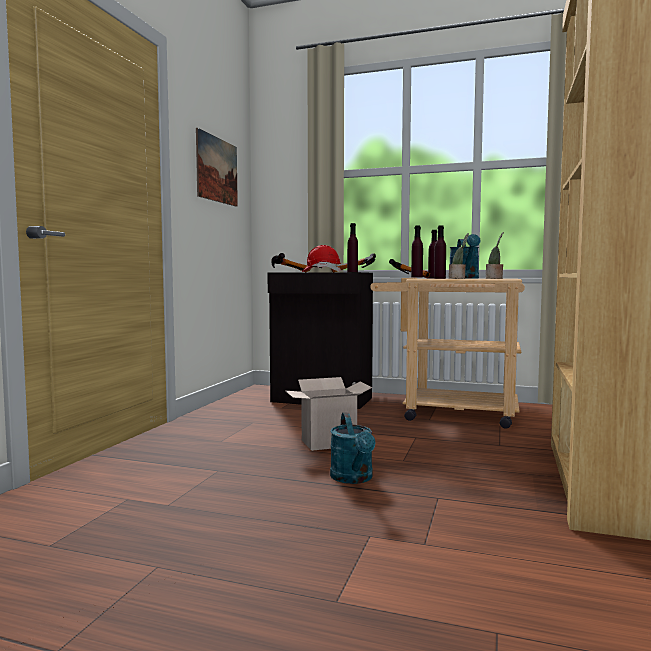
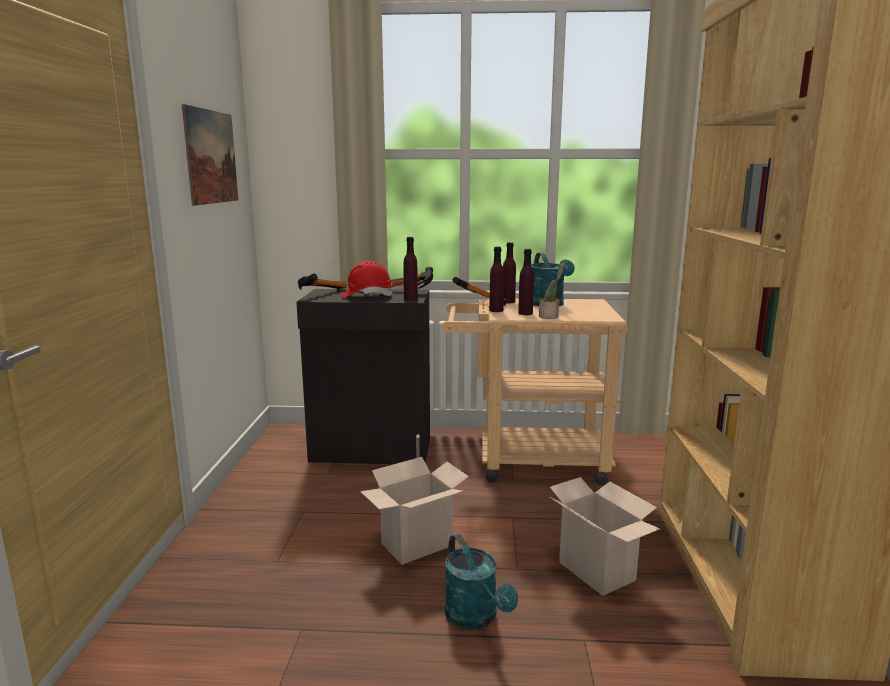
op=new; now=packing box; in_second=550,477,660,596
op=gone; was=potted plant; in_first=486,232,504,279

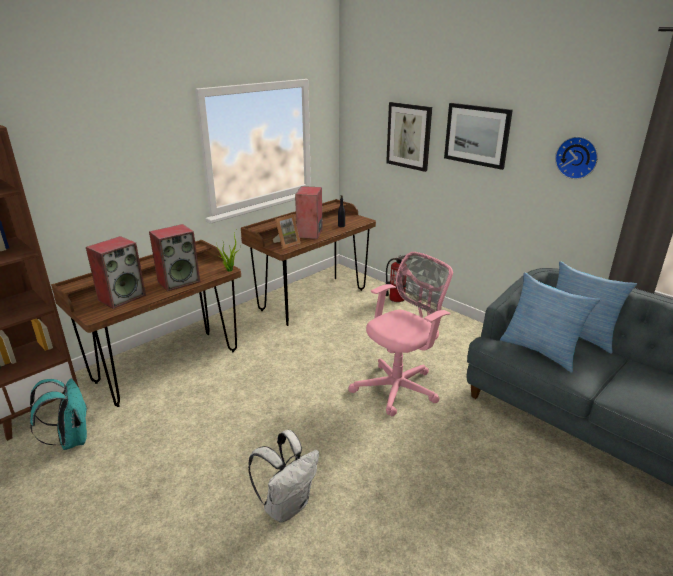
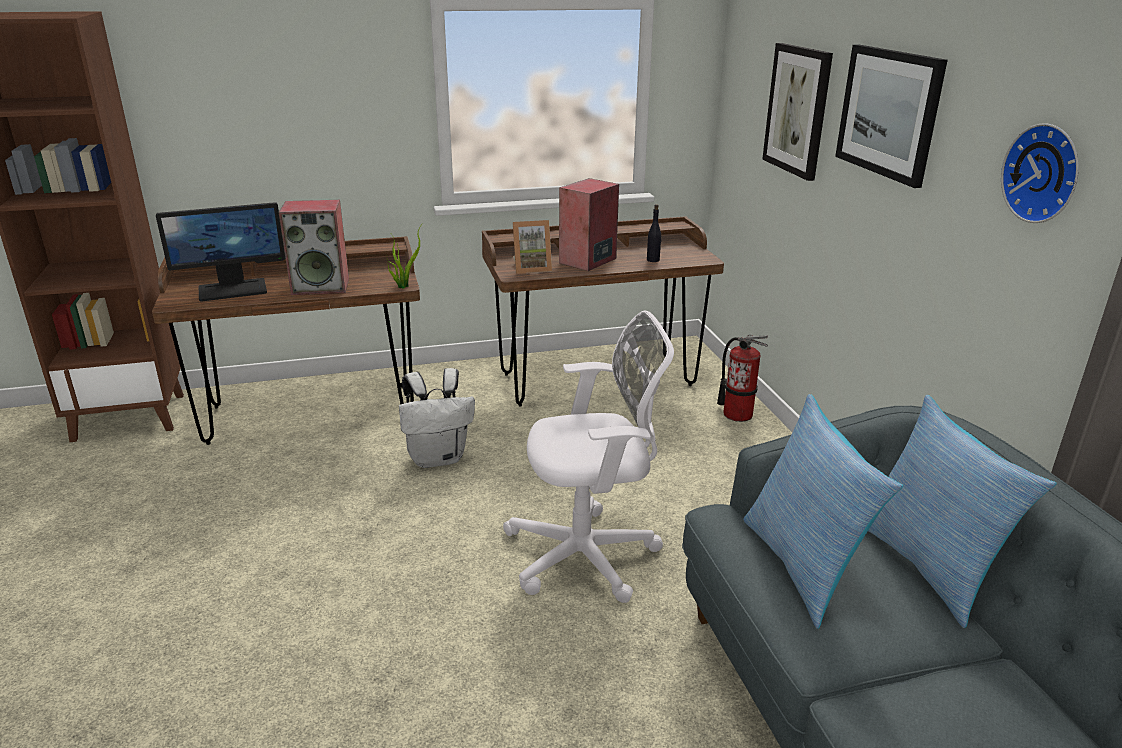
op=swapped; was=audio speaker; now=monitor; in_first=86,236,146,309; in_second=156,202,285,302
op=shifted; was=white-coloured rucksack; in_first=248,430,319,522; in_second=399,368,475,468
op=repainted; was=pink office chair; now=white-coloured office chair; in_first=348,252,453,416; in_second=503,311,674,603
op=gone; was=turquoise-coloured rucksack; in_first=30,379,88,450

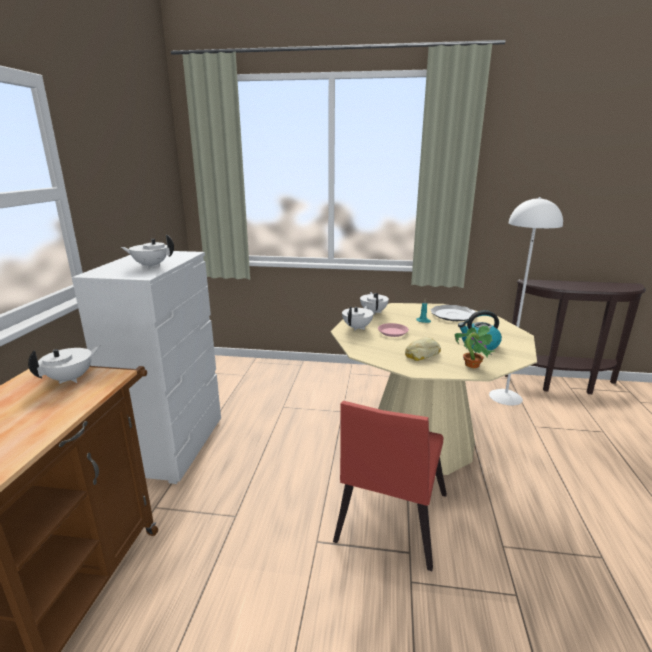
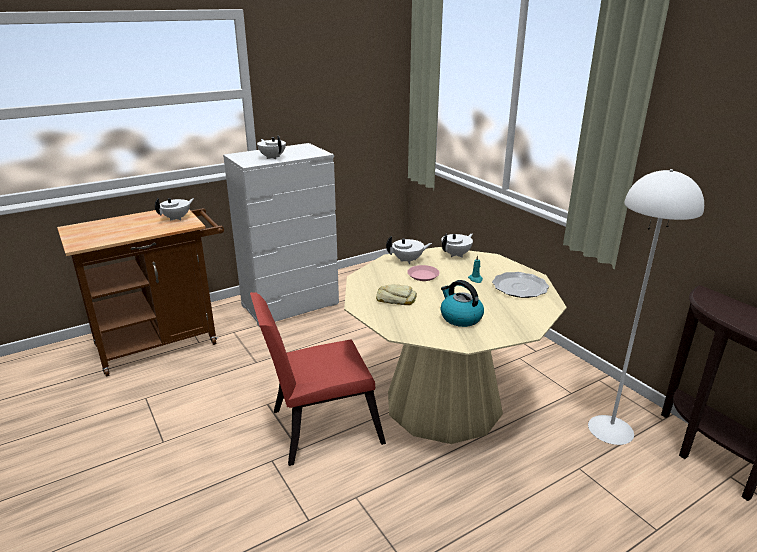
op=rotated; was=white-coloured teapot; in_first=28,345,101,384; in_second=155,198,194,221; clockwise=-45
op=gone; was=potted plant; in_first=455,326,494,368

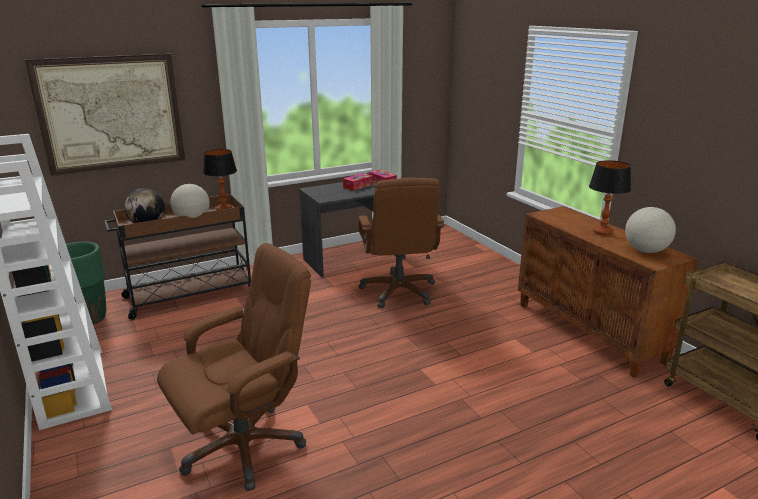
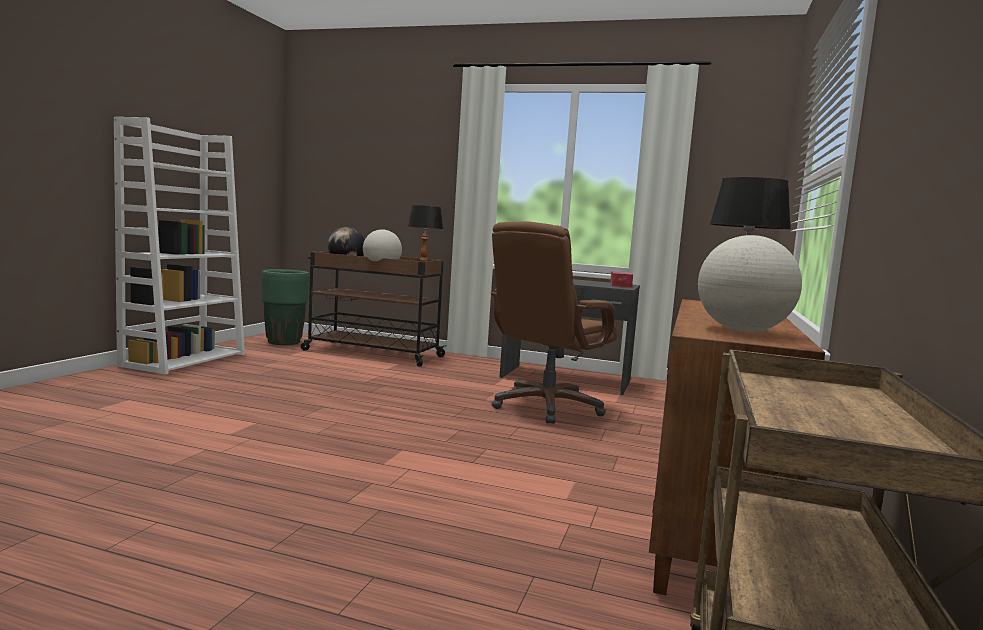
op=gone; was=picture; in_first=25,54,185,176
op=gone; was=brown office chair; in_first=157,243,311,491
op=gone; was=tissue box; in_first=343,173,373,191

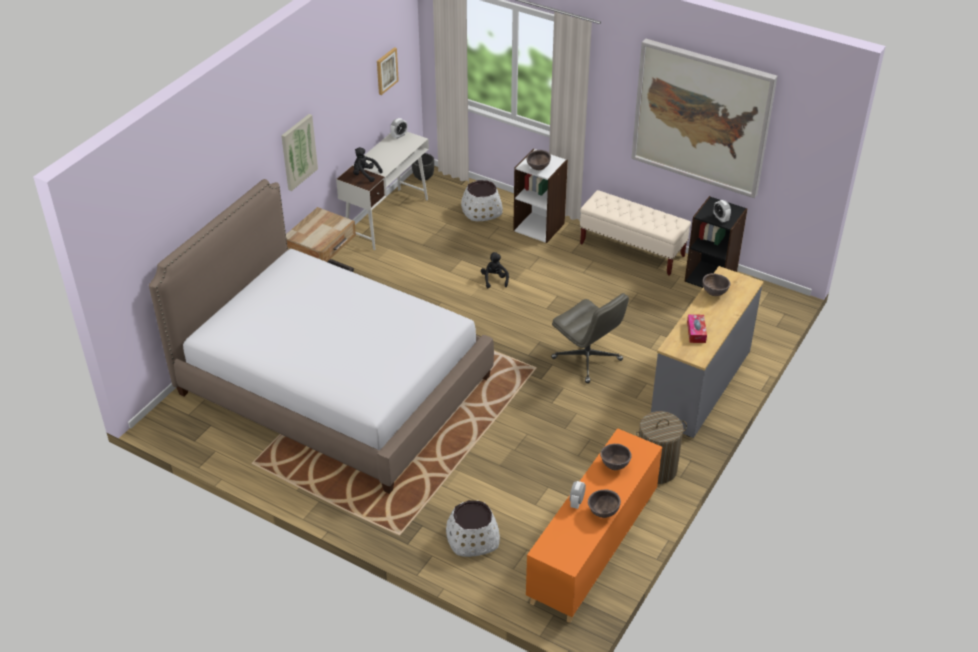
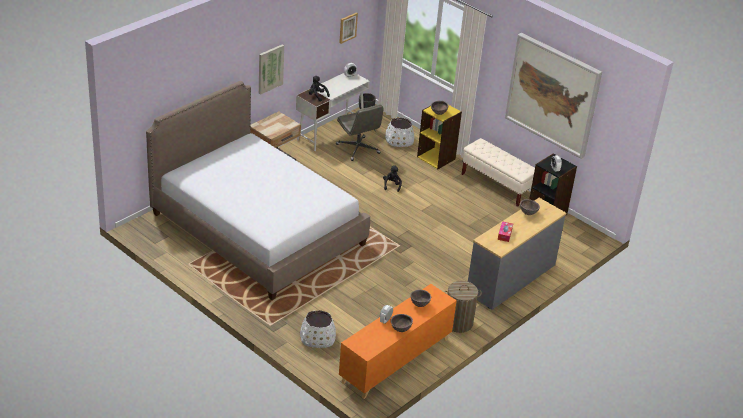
op=shifted; was=greyish office chair; in_first=551,293,629,383; in_second=336,104,384,161
op=repainted; was=white-coloured shelving unit; now=yellowish shelving unit; in_first=513,149,568,243; in_second=417,105,462,169

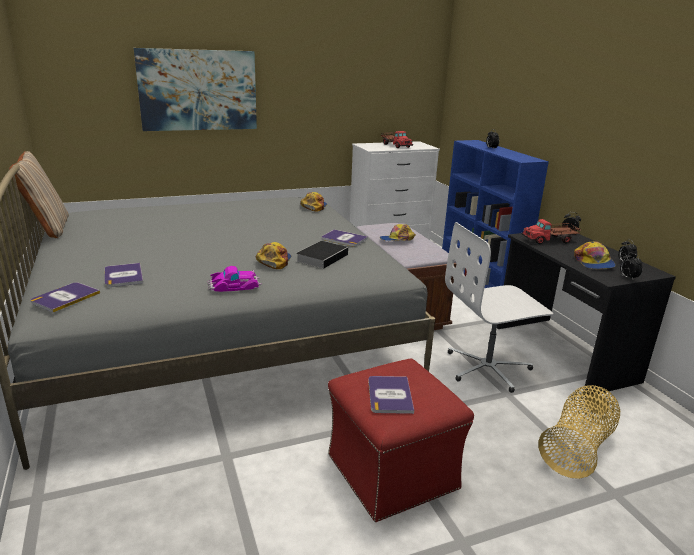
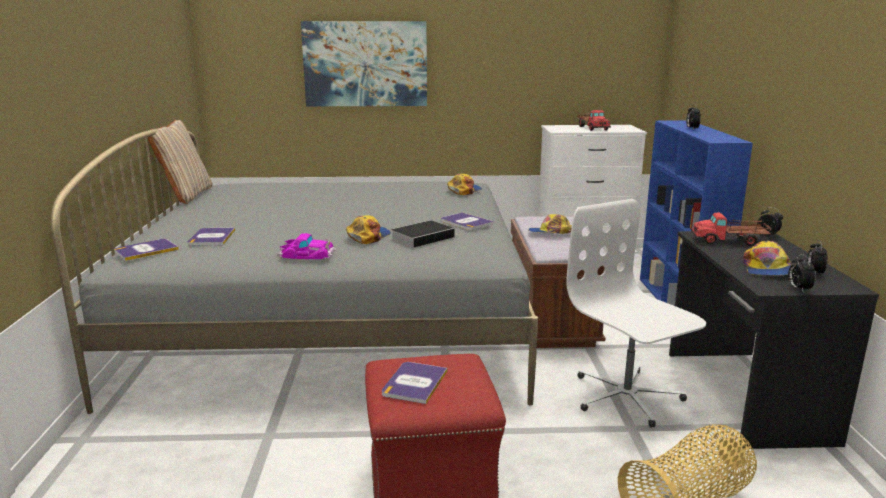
op=rotated; was=white-coloured office chair; in_first=445,222,553,393; in_second=566,199,706,428; clockwise=60

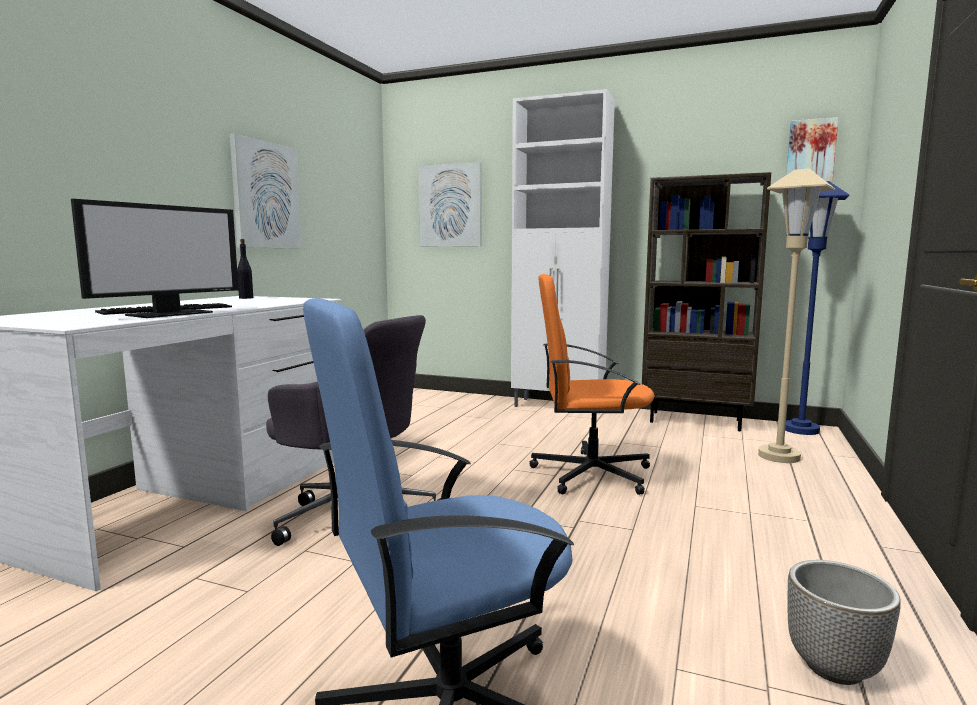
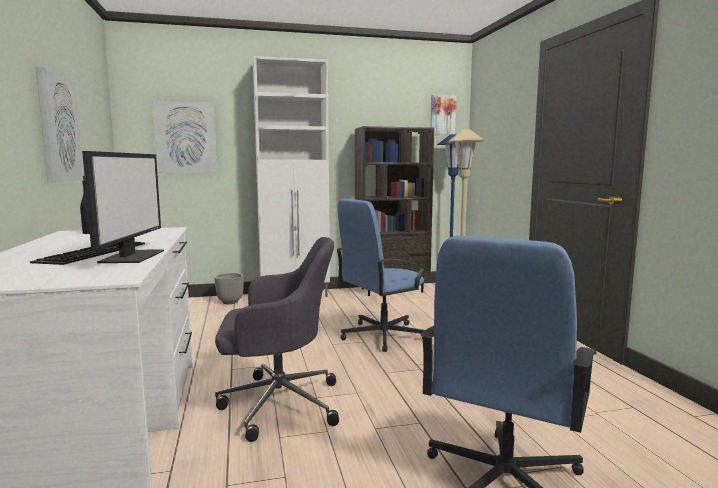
op=shifted; was=plant pot; in_first=787,560,901,685; in_second=215,273,244,304
op=repainted; was=orangey office chair; now=blue-coloured office chair; in_first=530,274,655,495; in_second=336,199,427,352

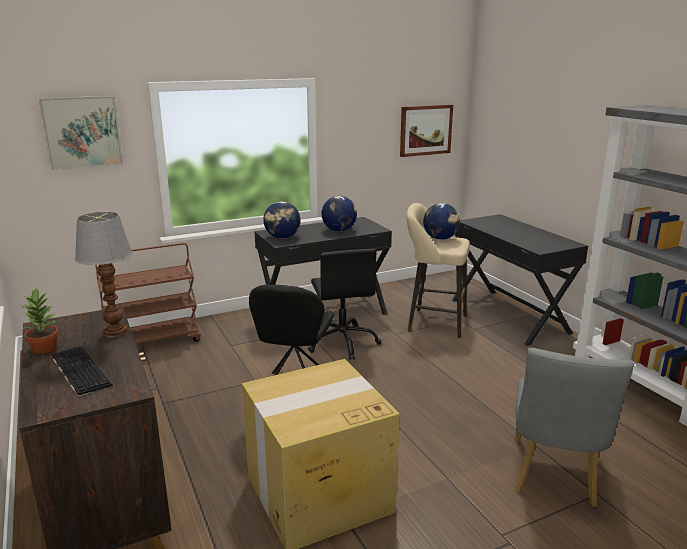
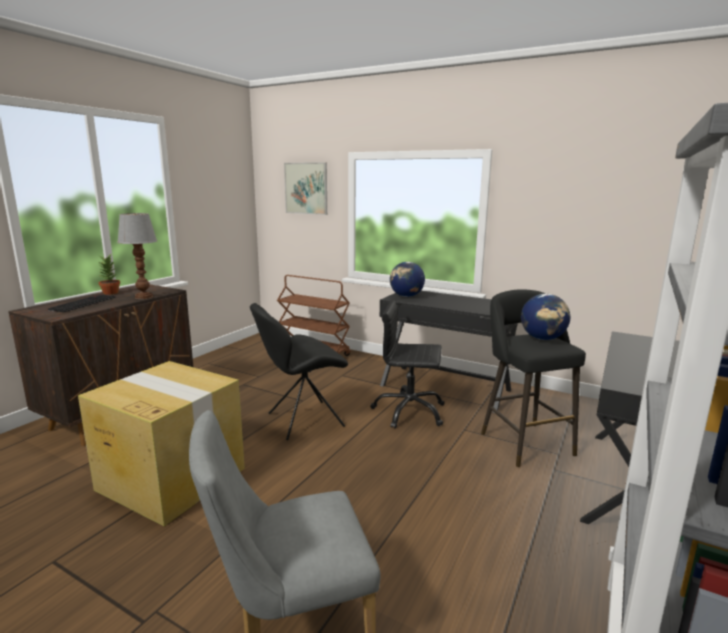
op=rotated; was=blackish office chair; in_first=308,249,381,360; in_second=370,300,445,429; clockwise=60
op=repainted; was=sand-coloured stool seat; now=blackish stool seat; in_first=407,203,470,338; in_second=481,289,586,467
op=gone; was=desk globe; in_first=321,196,357,232
op=gone; was=picture; in_first=400,105,453,157

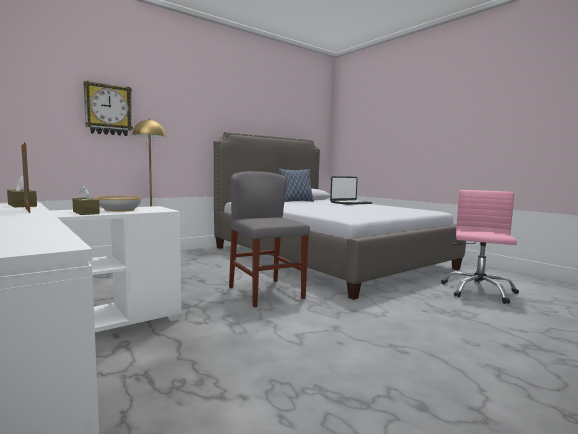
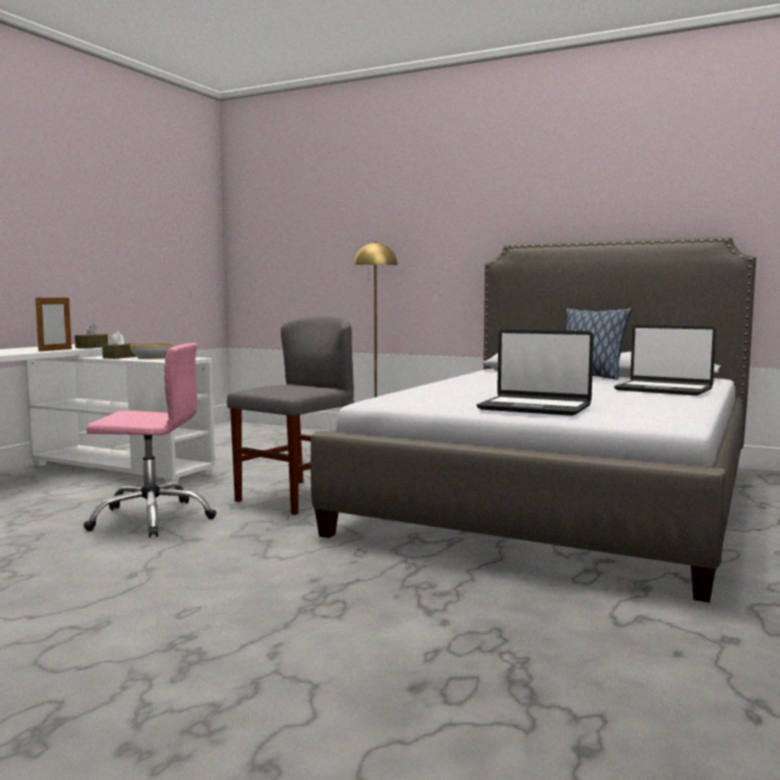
op=shifted; was=pink office chair; in_first=441,190,519,304; in_second=83,343,216,537
op=new; now=portable computer; in_second=477,329,594,416
op=gone; was=wall clock; in_first=83,81,133,136

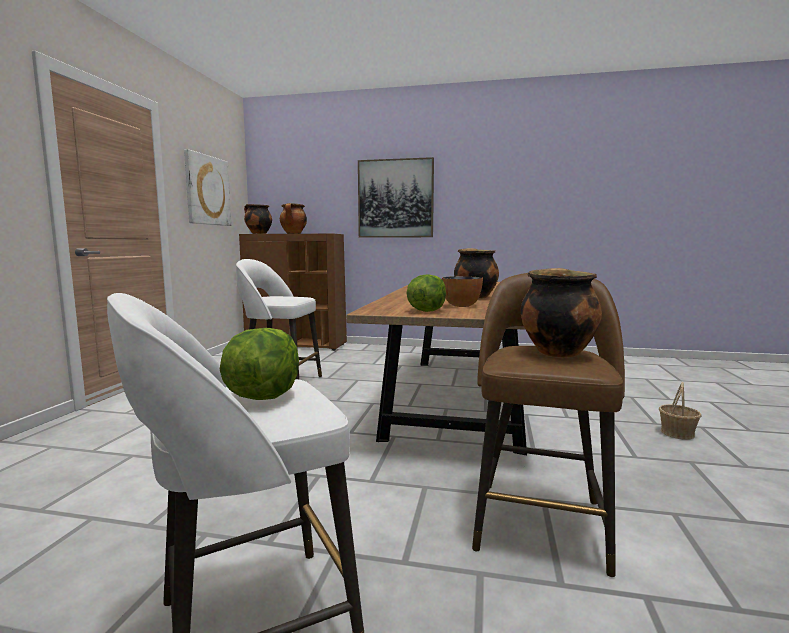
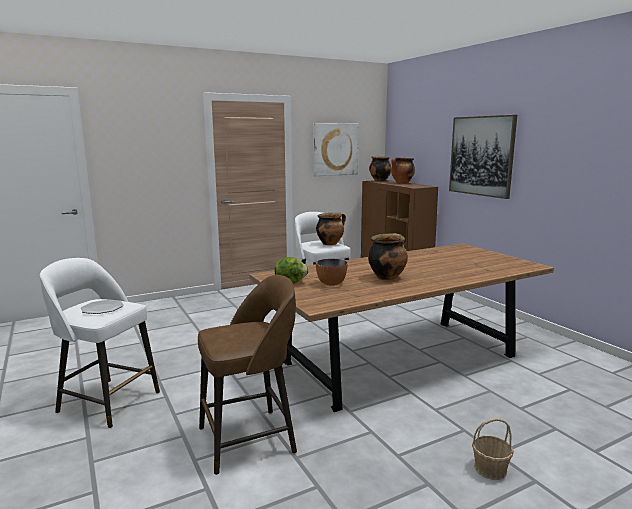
op=swapped; was=lettuce; now=flat dish; in_first=220,328,299,400; in_second=81,300,124,314
op=shifted; was=stockpot; in_first=521,268,602,358; in_second=316,213,346,245

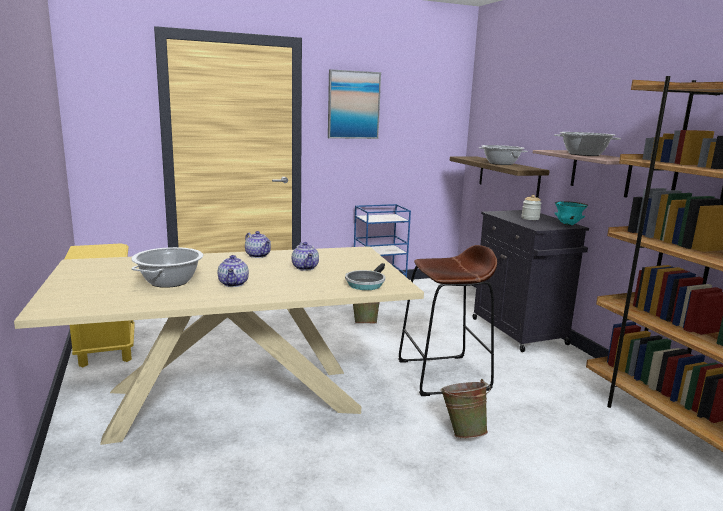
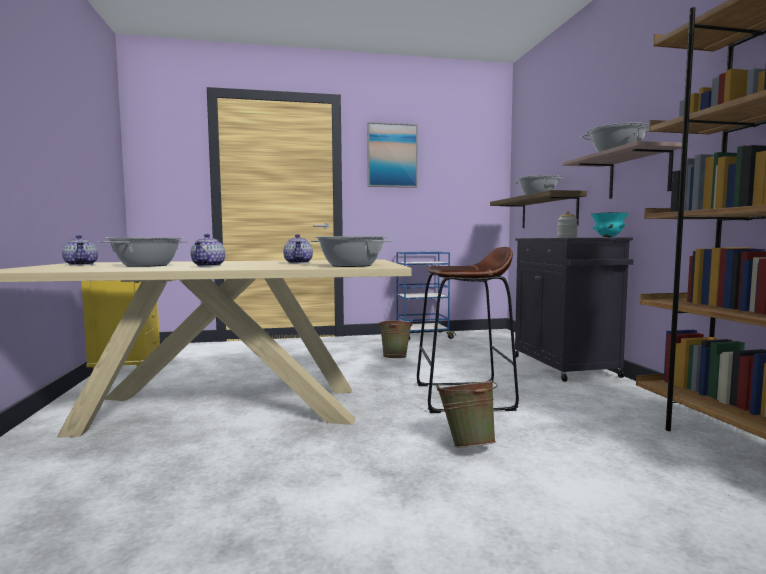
op=shifted; was=teapot; in_first=245,231,271,258; in_second=62,235,98,266
op=swapped; was=pan; now=stockpot; in_first=345,263,385,290; in_second=311,236,394,267

